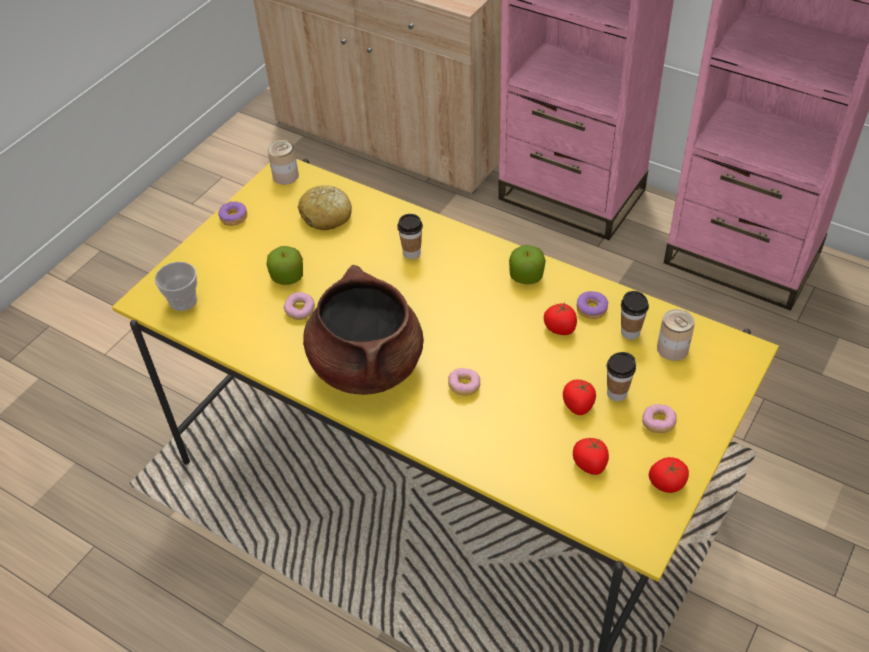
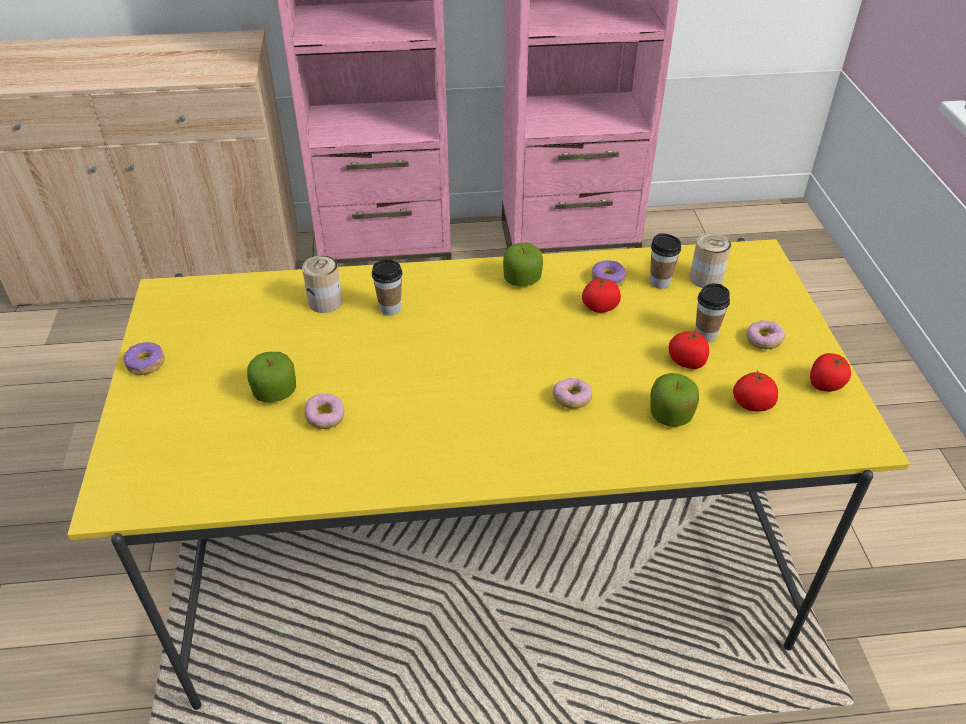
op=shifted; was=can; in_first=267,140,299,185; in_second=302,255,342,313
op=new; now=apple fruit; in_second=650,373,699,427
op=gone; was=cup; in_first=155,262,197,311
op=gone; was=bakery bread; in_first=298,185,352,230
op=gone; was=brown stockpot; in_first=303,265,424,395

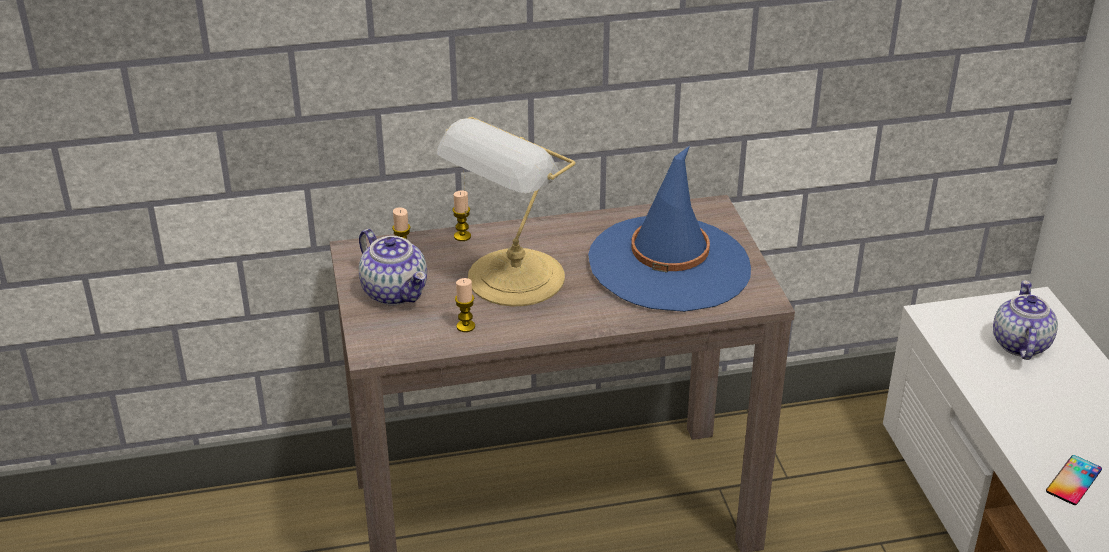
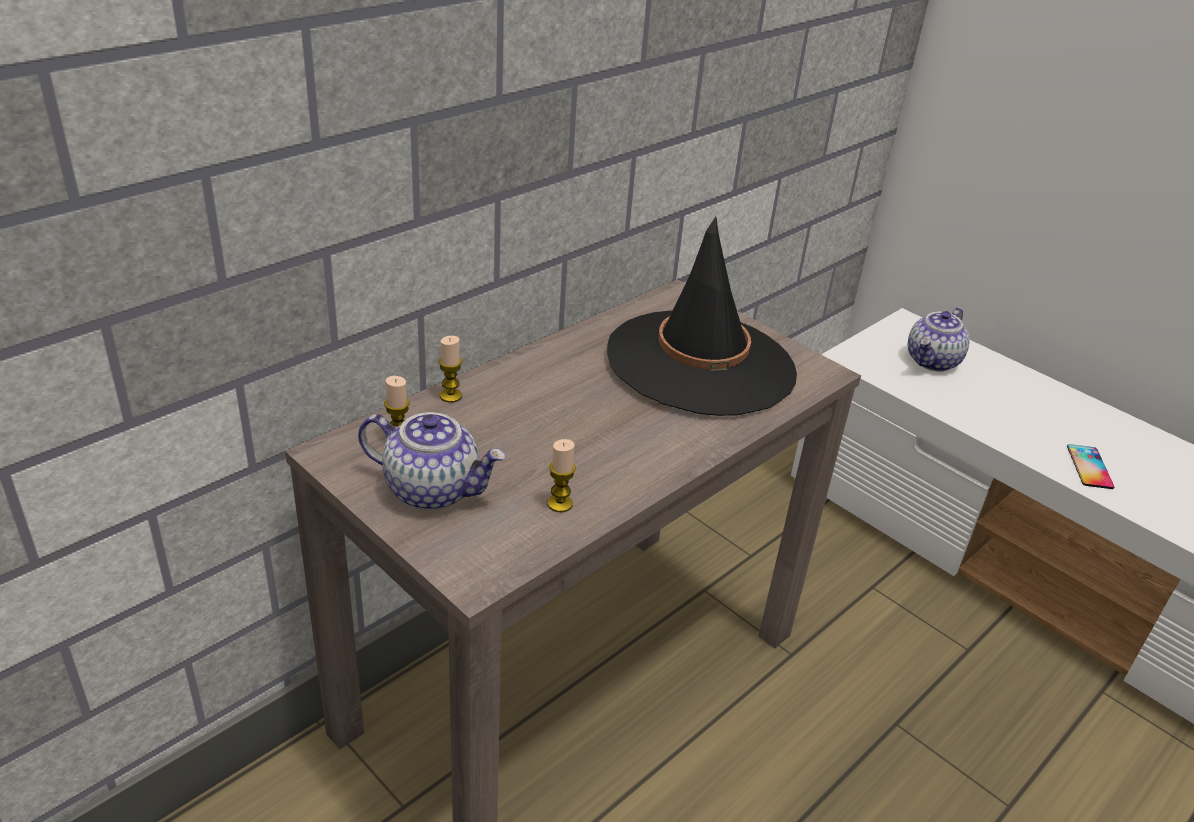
op=repainted; was=blue-coloured hat; now=blackish hat; in_first=588,146,751,312; in_second=607,216,797,416
op=rotated; was=teapot; in_first=993,280,1058,360; in_second=908,307,970,372; clockwise=-120
op=gone; was=tabletop lamp; in_first=437,117,576,306

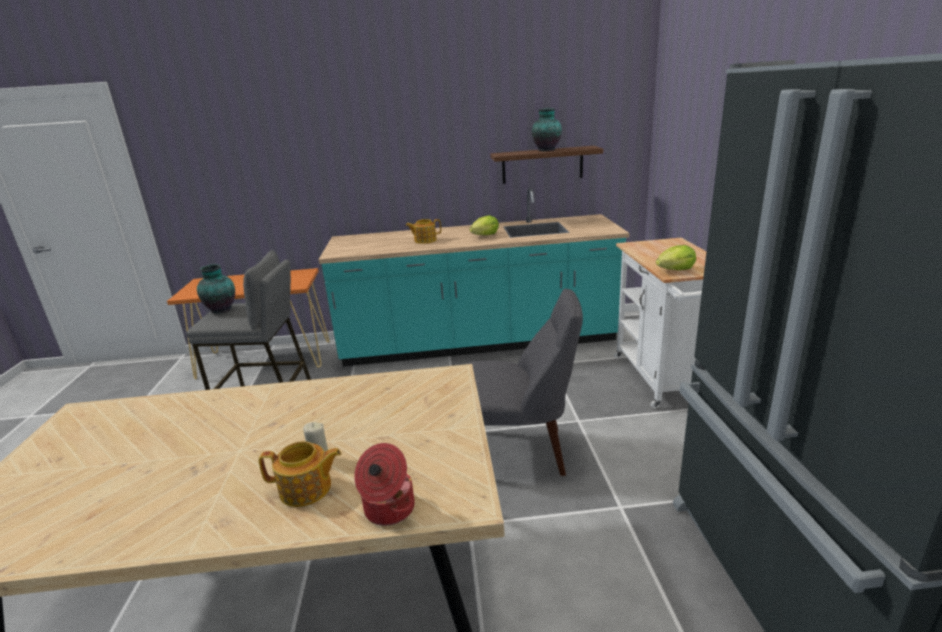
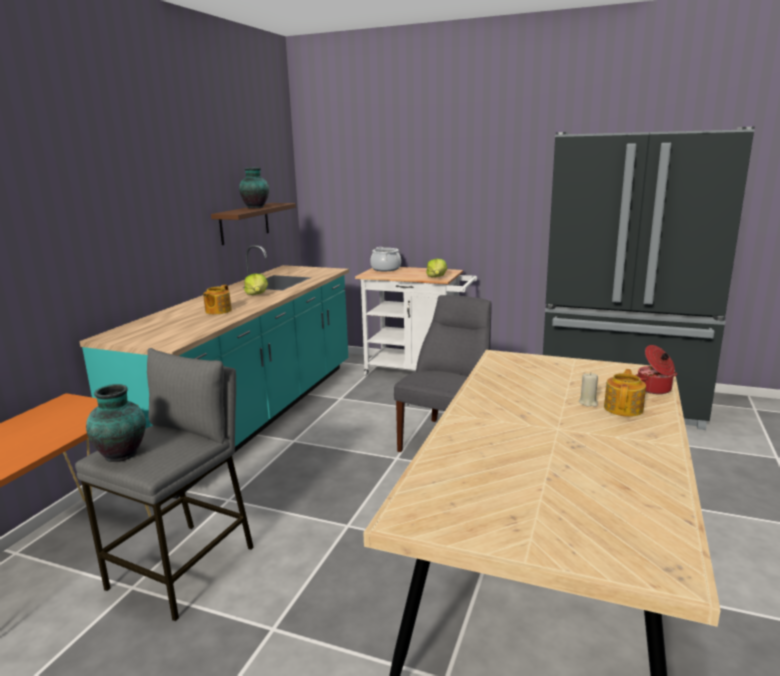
op=new; now=stockpot; in_second=370,247,401,271

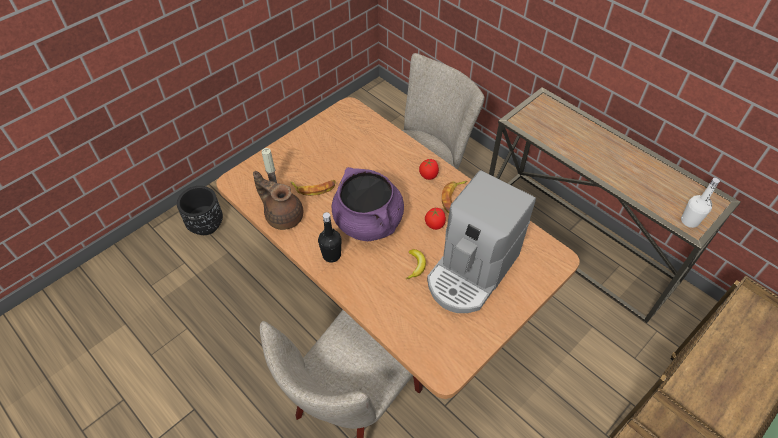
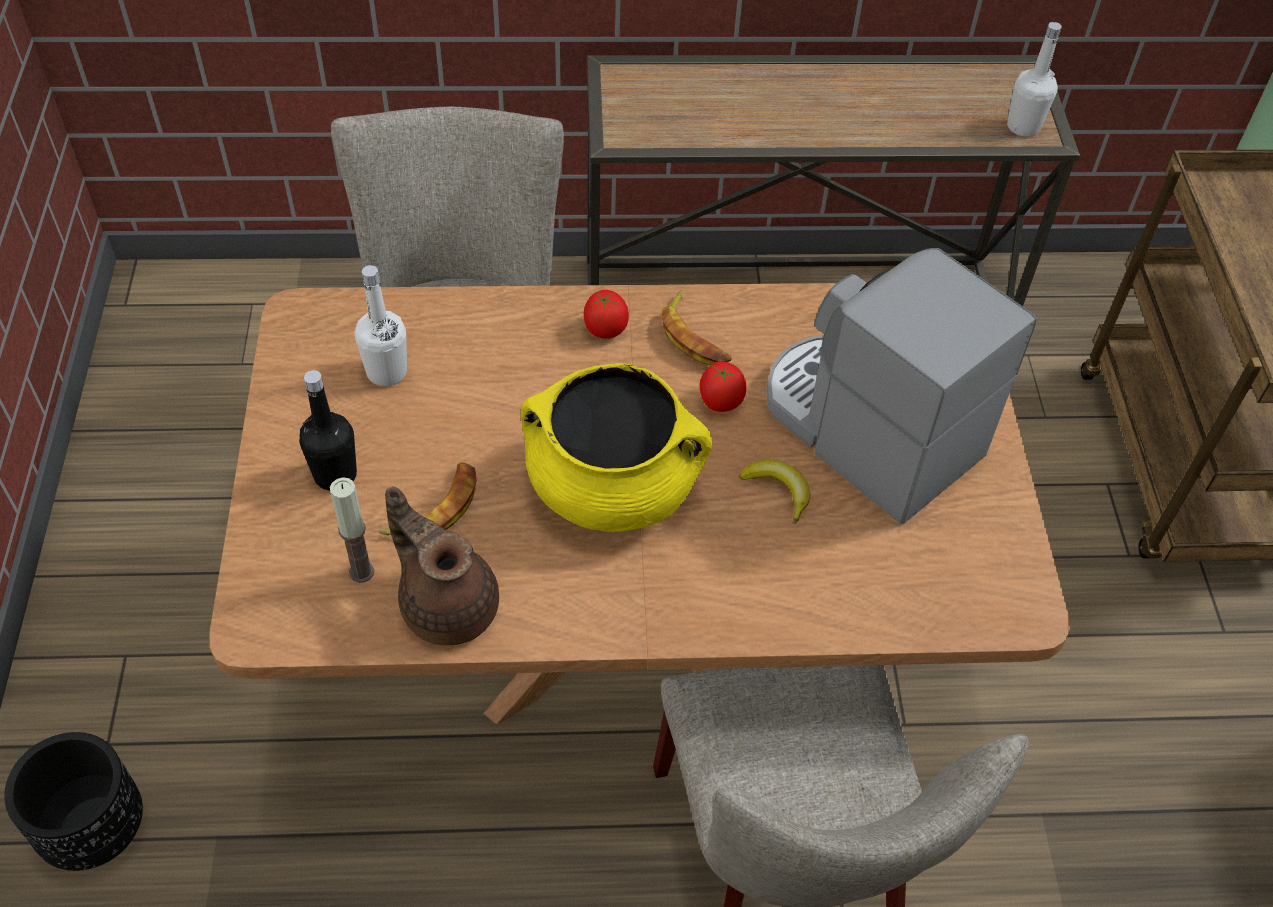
op=shifted; was=blackish beverage bottle; in_first=318,212,342,263; in_second=299,370,357,491
op=new; now=white-coloured beverage bottle; in_second=354,265,407,386
op=rotated; was=brown teapot; in_first=253,171,303,230; in_second=385,486,499,645; clockwise=60
op=repainted; was=purple-coloured stockpot; now=yellowish stockpot; in_first=332,167,404,241; in_second=521,363,712,532
op=rotated; was=coffee maker; in_first=427,170,536,313; in_second=766,248,1037,524; clockwise=150

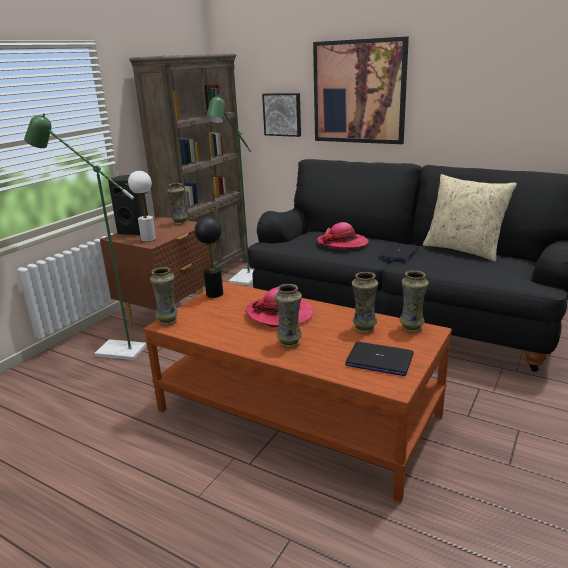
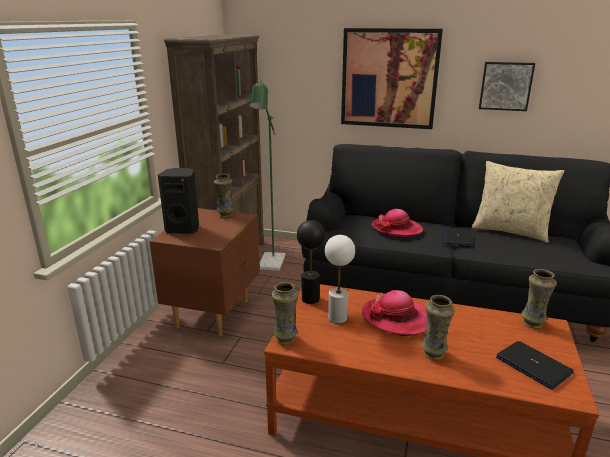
op=shifted; was=white-coloured tabletop lamp; in_first=128,171,156,242; in_second=325,235,355,324
op=shifted; was=picture; in_first=262,93,301,137; in_second=479,62,535,111
op=rotated; was=portable computer; in_first=345,342,414,376; in_second=496,341,574,390; clockwise=-135
op=gone; was=green floor lamp; in_first=24,113,147,360
op=gone; was=flower vase; in_first=352,272,378,333

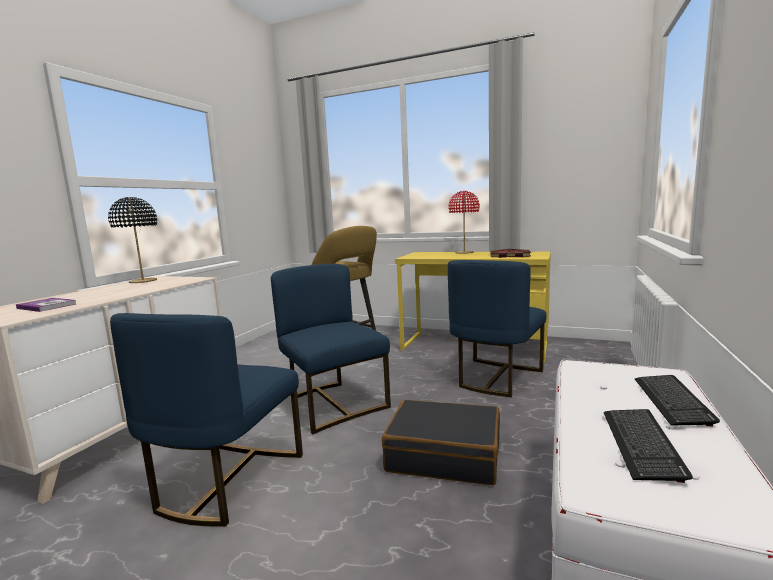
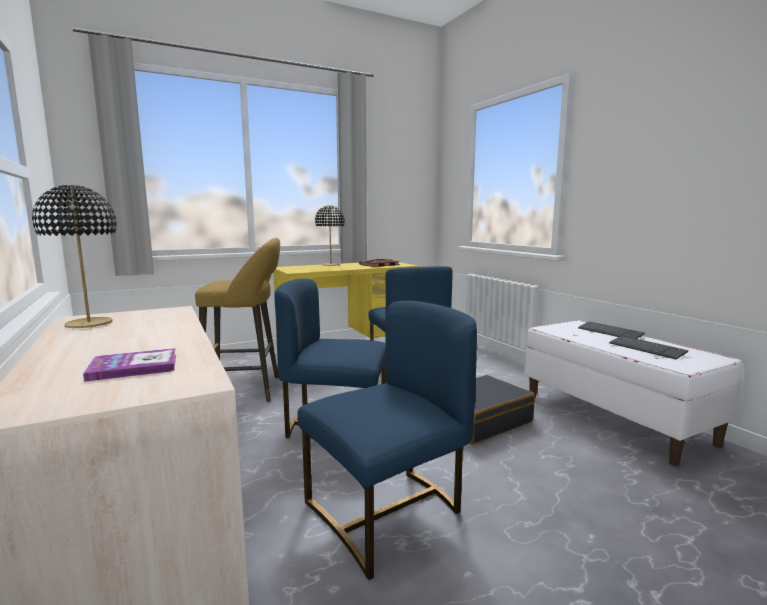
op=rotated; was=blue-coloured upright chair; in_first=110,313,303,527; in_second=297,301,477,580; clockwise=-90
op=repainted; was=red-coloured tabletop lamp; now=blackish tabletop lamp; in_first=448,191,480,254; in_second=315,205,345,266

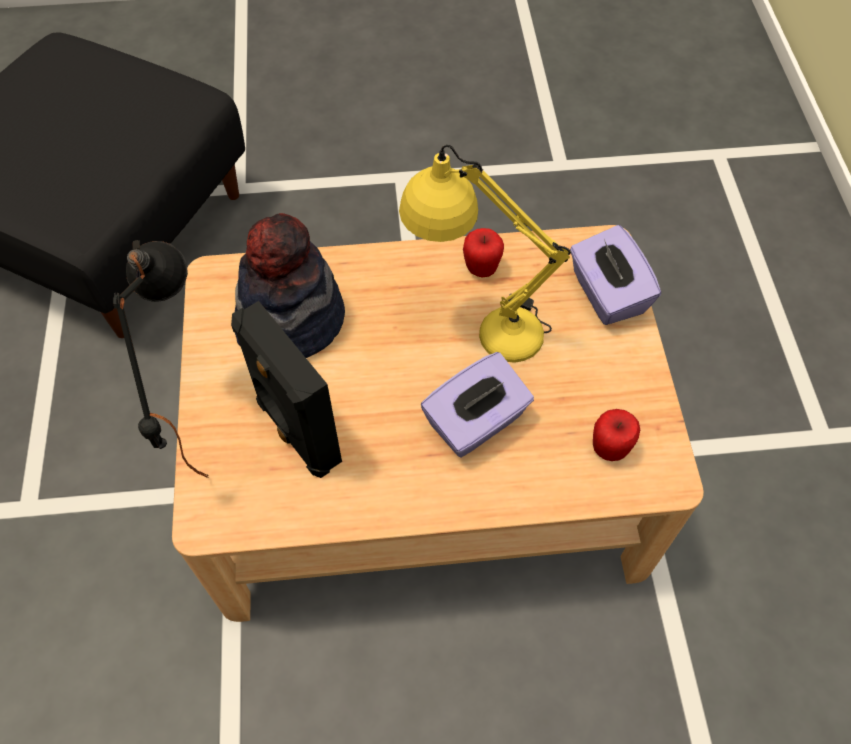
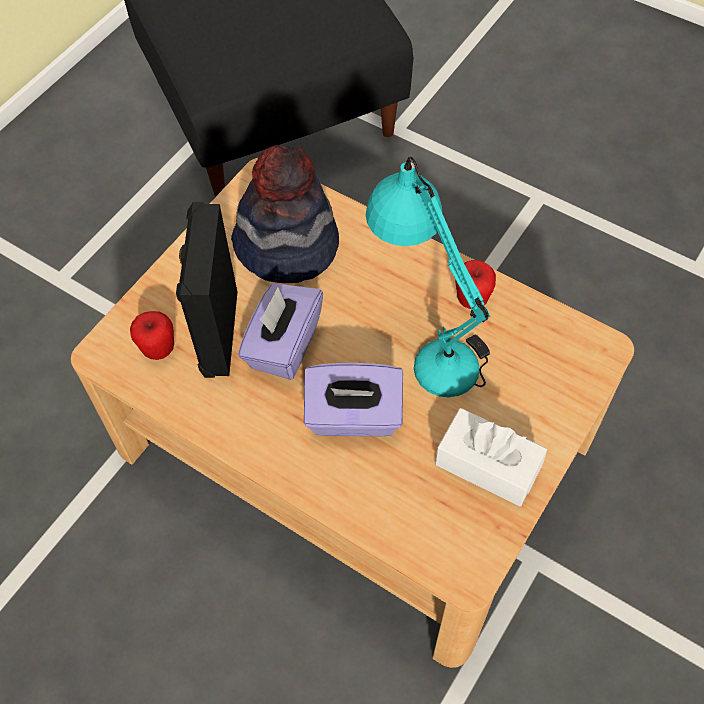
op=shifted; was=apple fruit; in_first=593,409,640,461; in_second=130,311,174,360
op=shifted; was=purple-coloured tissue box; in_first=570,225,661,325; in_second=238,283,323,380
op=repainted; was=yellowish tabletop lamp; now=turquoise-coloured tabletop lamp; in_first=399,145,571,363; in_second=366,157,490,397
op=new; now=white-coloured tissue box; in_second=435,408,547,506
op=gone; was=blackish tabletop lamp; in_first=113,240,209,478

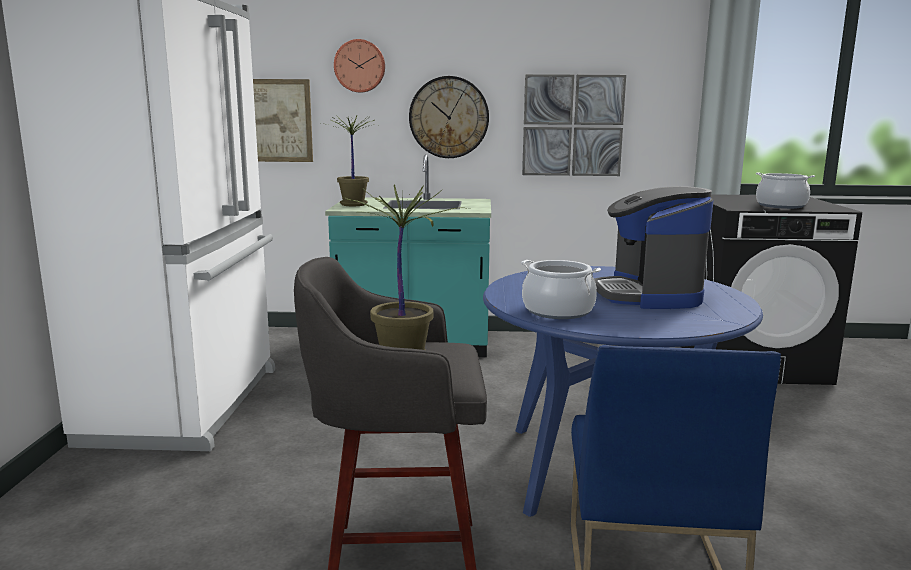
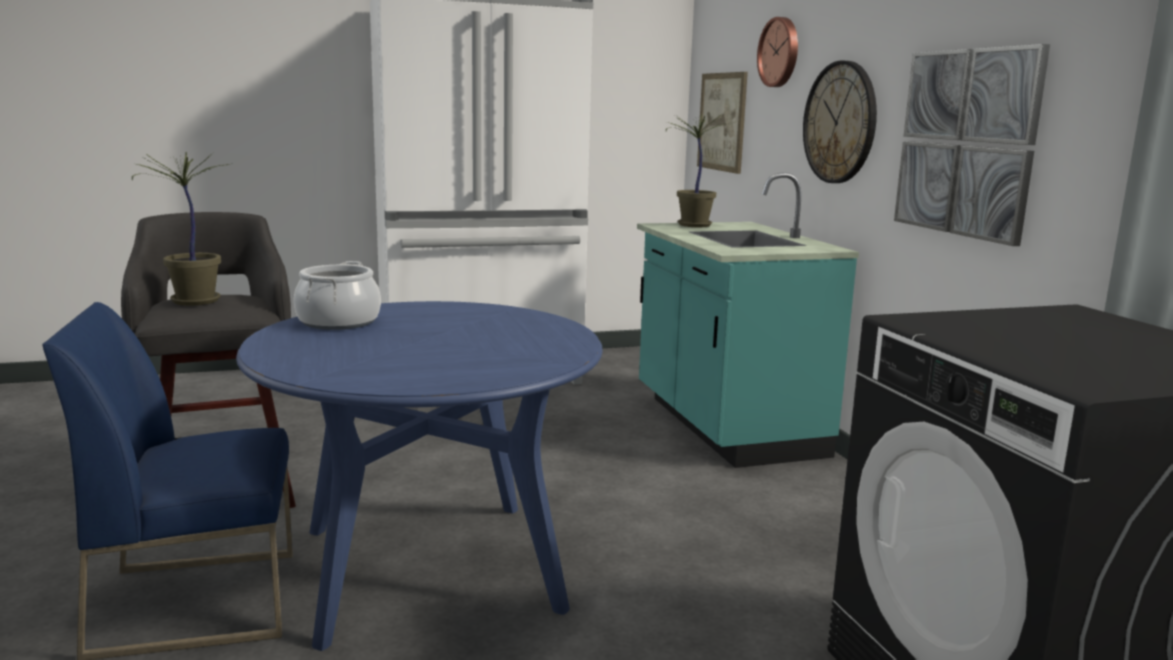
op=gone; was=coffee maker; in_first=594,186,713,309
op=gone; was=stockpot; in_first=756,172,815,209

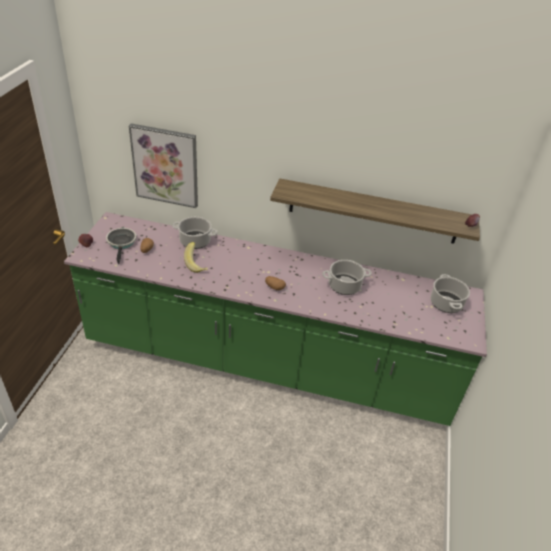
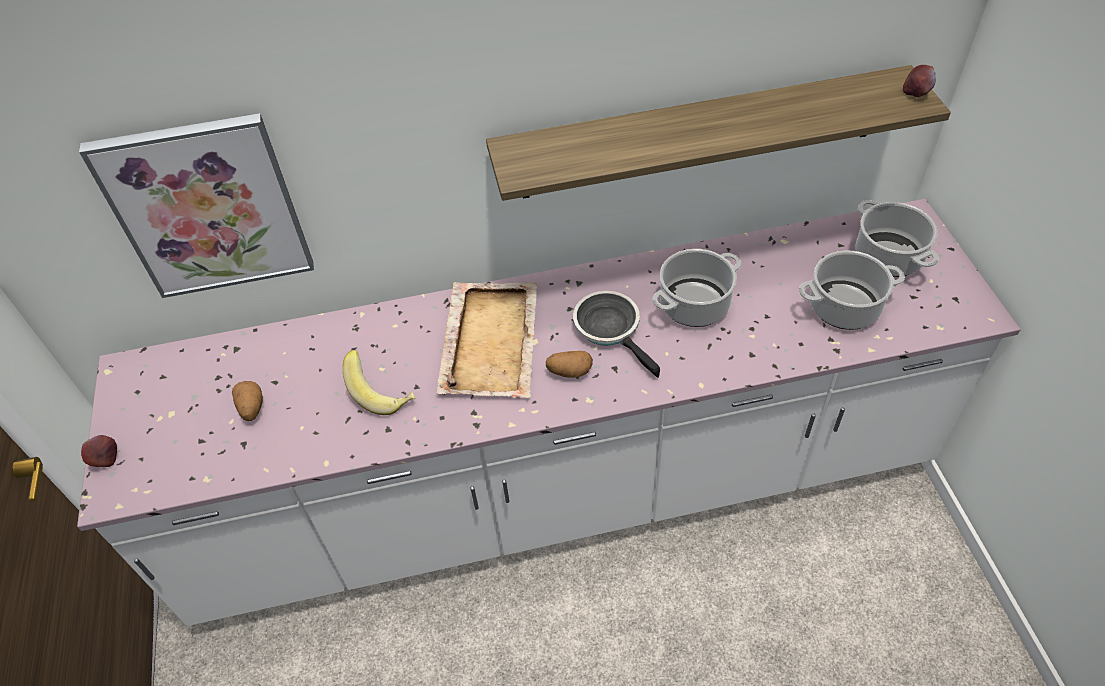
op=repainted; was=green kitchen base unit; now=white-coloured kitchen base unit; in_first=64,212,487,426; in_second=77,199,1021,626
op=new; now=sand-coloured serving tray; in_second=437,282,537,398
op=shifted; was=pan; in_first=106,228,136,264; in_second=573,291,660,378
op=shifted; was=stockpot; in_first=172,217,218,249; in_second=799,251,905,330

